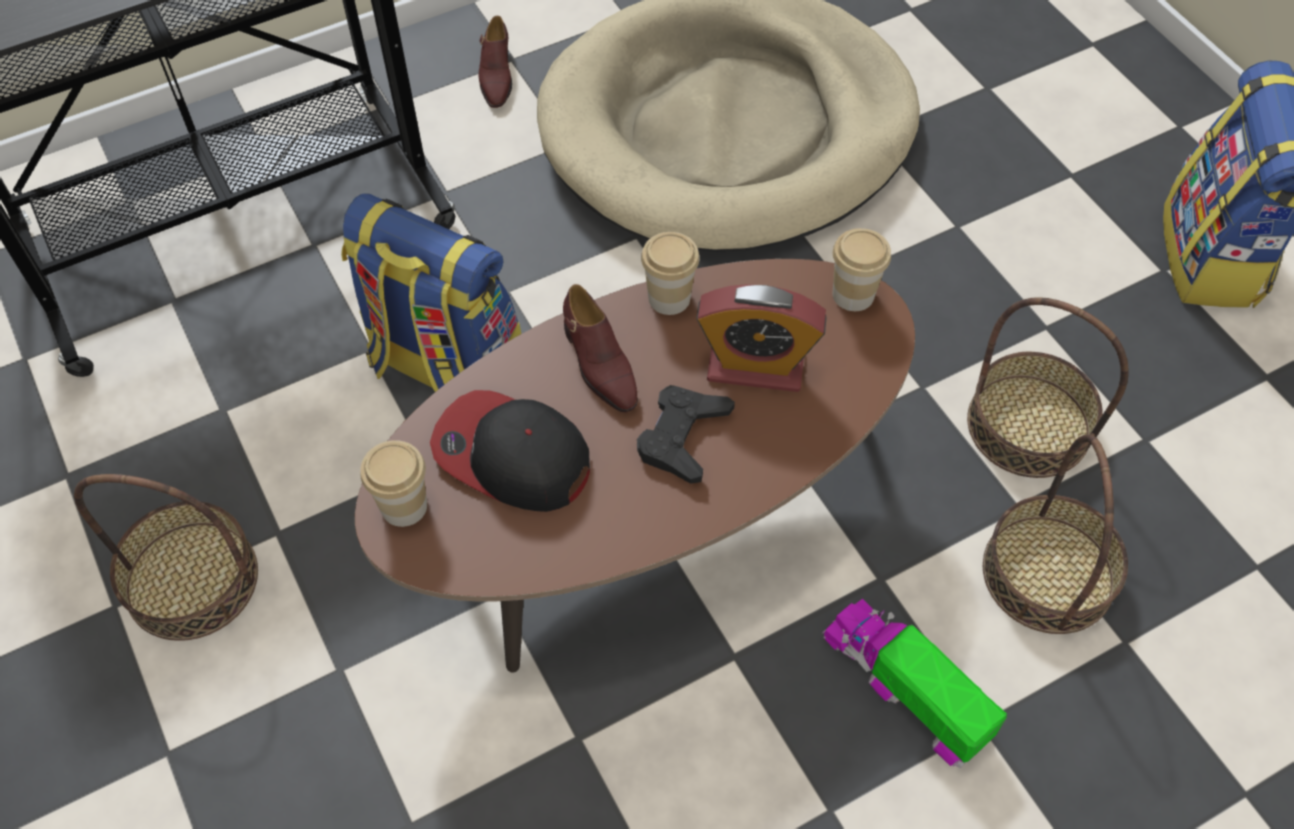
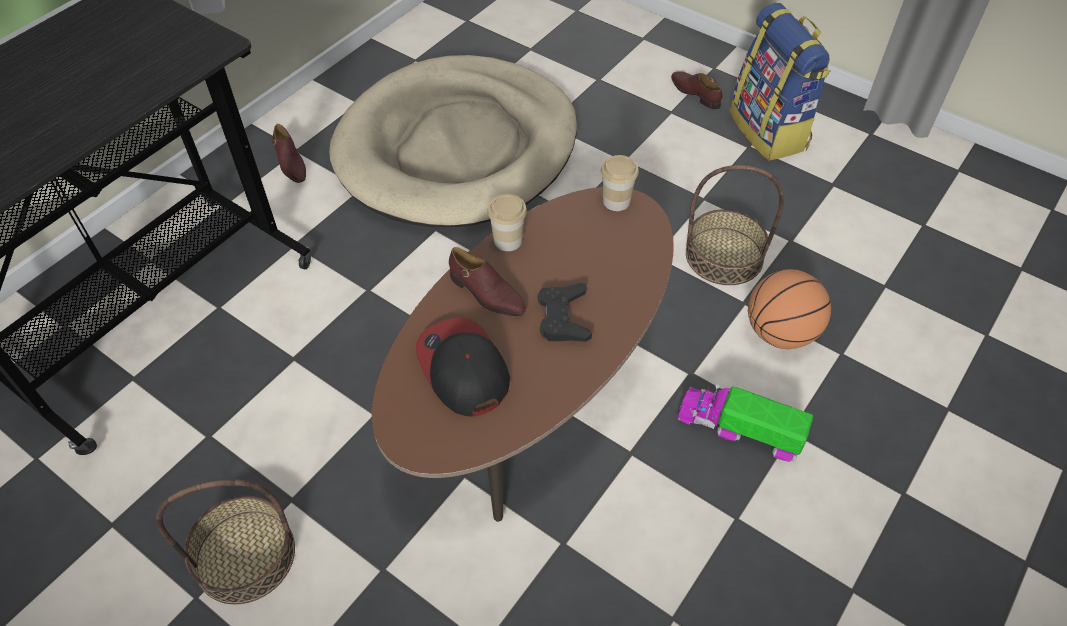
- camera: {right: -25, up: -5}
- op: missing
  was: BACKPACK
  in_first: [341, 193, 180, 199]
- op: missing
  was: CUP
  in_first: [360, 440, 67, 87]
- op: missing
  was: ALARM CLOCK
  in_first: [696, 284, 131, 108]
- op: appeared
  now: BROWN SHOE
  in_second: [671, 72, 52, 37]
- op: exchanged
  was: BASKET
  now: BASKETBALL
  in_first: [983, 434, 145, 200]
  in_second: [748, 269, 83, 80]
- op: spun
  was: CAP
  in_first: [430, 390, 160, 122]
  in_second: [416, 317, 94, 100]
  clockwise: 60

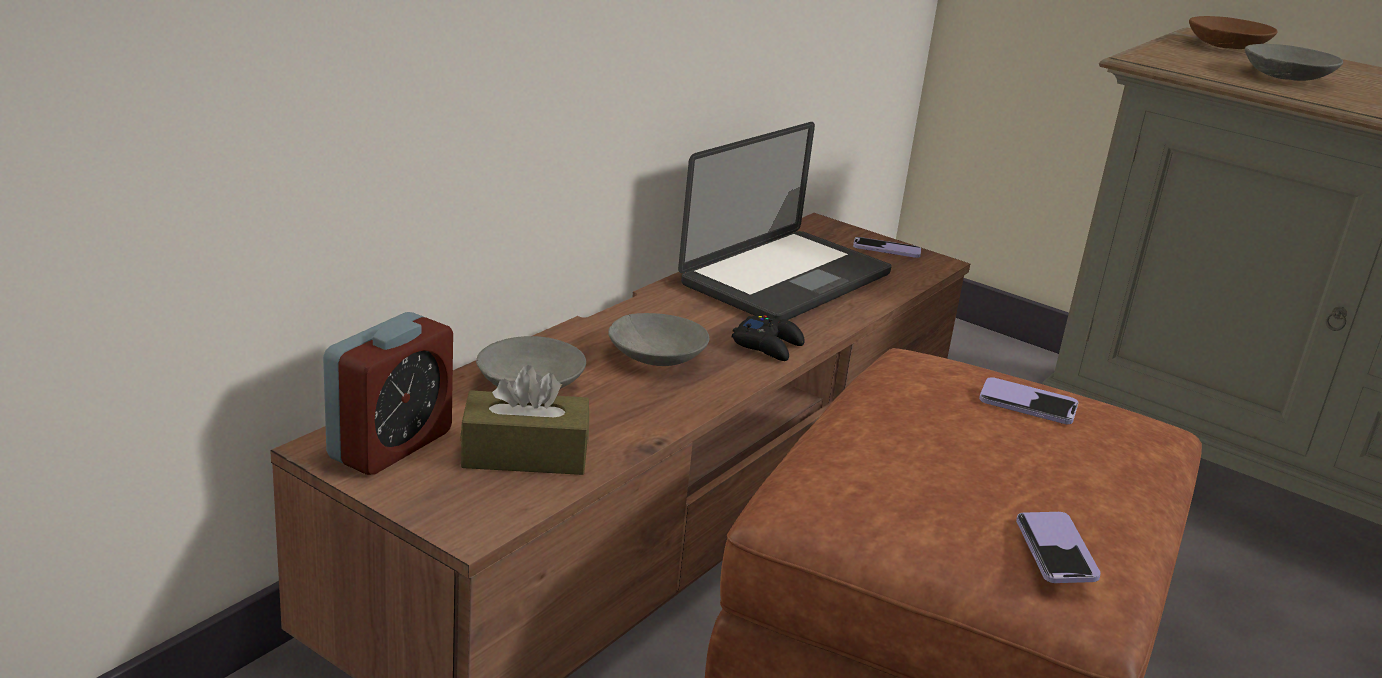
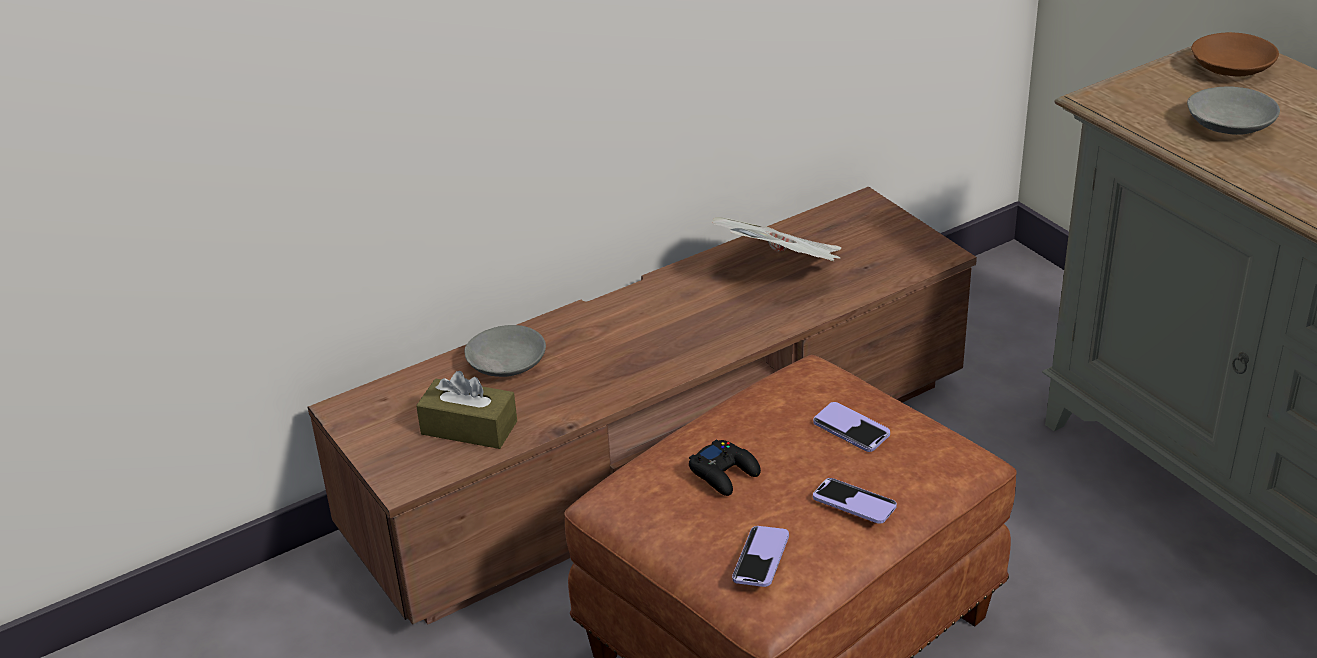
- camera: {right: 25, up: 10}
- op: missing
  was: ALARM CLOCK
  in_first: [323, 312, 130, 163]
- op: missing
  was: GREY BOWL
  in_first: [608, 313, 101, 53]
- op: relocated
  was: BLACK GAME CONTROLLER
  in_first: [732, 315, 73, 46]
  in_second: [689, 439, 72, 57]
- op: relocated
  was: PHONE
  in_first: [853, 237, 68, 21]
  in_second: [813, 478, 84, 46]
- op: exchanged
  was: LAPTOP
  now: NEWSPAPER
  in_first: [678, 122, 214, 198]
  in_second: [712, 217, 129, 44]

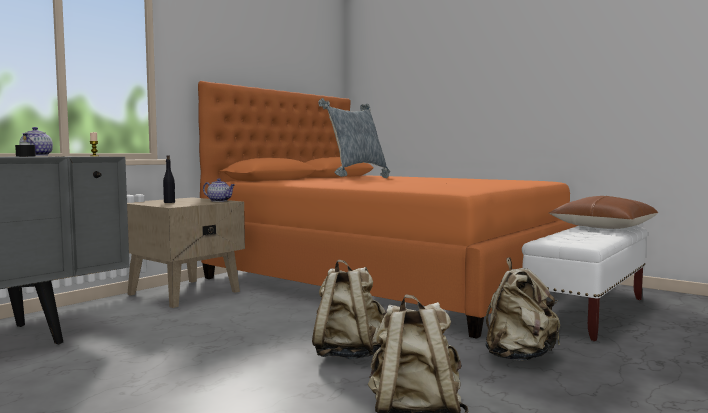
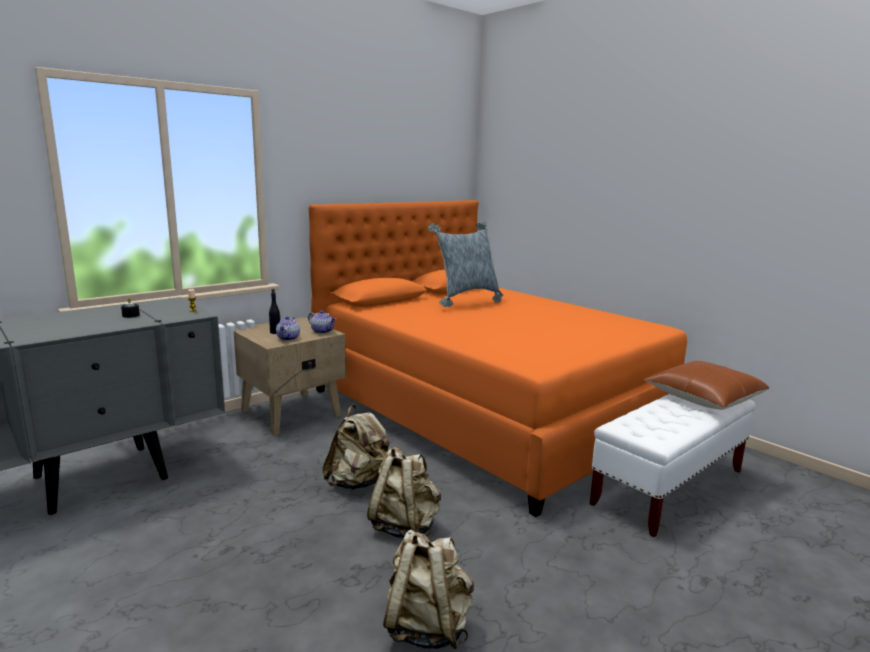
- camera: {right: 10, up: 10}
- op: relocated
  was: TEAPOT
  in_first: [19, 127, 34, 29]
  in_second: [276, 316, 24, 25]
- op: relocated
  was: BEIGE BACKPACK
  in_first: [486, 257, 74, 104]
  in_second: [322, 405, 69, 84]

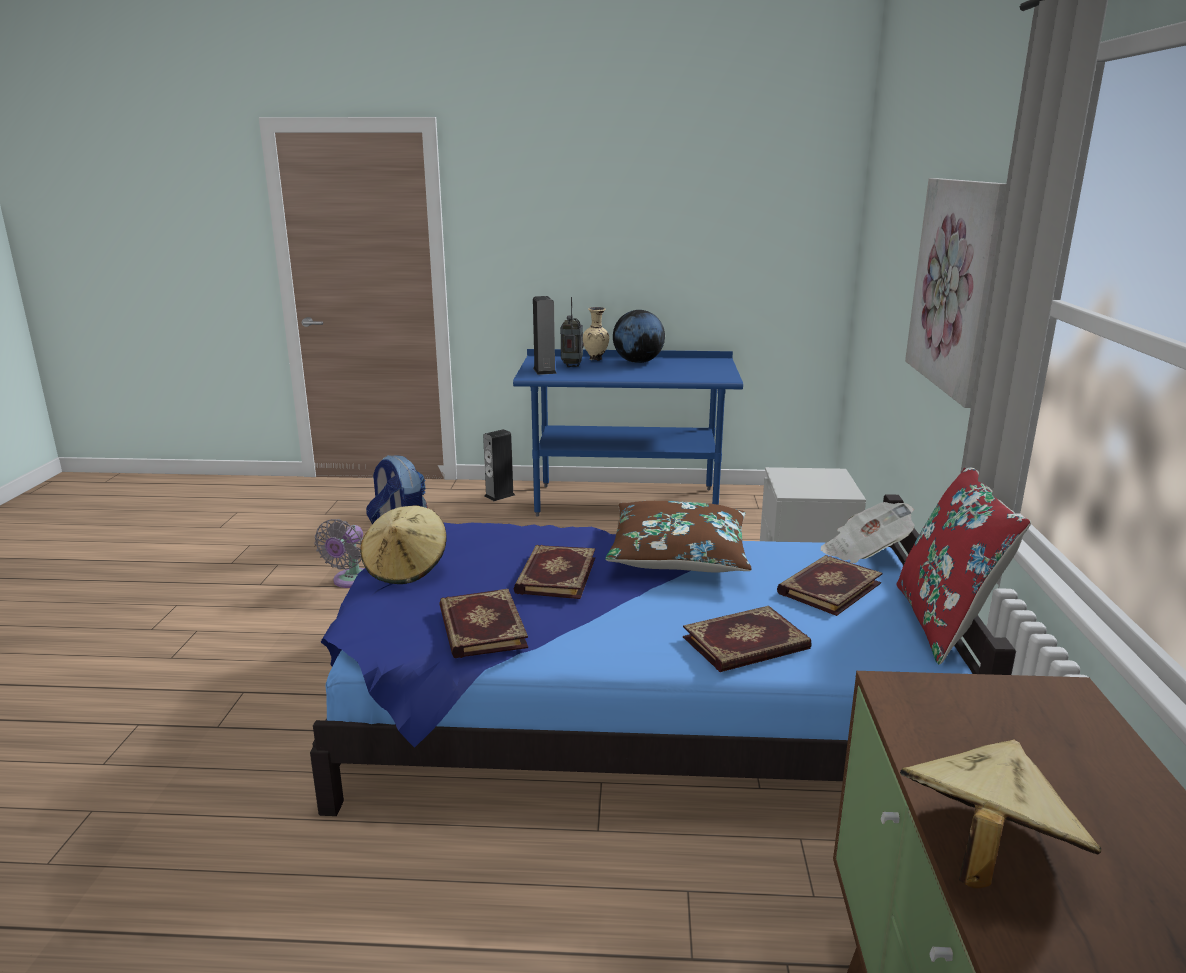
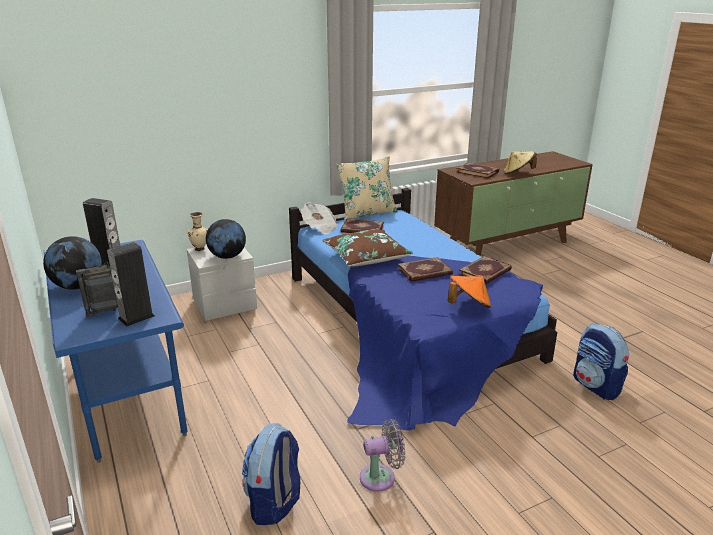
- camera: {right: -120, up: 5}
- op: missing
  was: PICTURE
  in_first: [905, 178, 101, 230]
- op: appeared
  now: GLOBE
  in_second: [206, 219, 40, 40]
- op: appeared
  now: BACKPACK
  in_second: [573, 324, 56, 76]
- op: relocated
  was: SPEAKER
  in_first: [483, 429, 32, 72]
  in_second: [83, 198, 37, 68]
- op: relocated
  was: BEIGE VASE
  in_first: [583, 307, 26, 54]
  in_second: [188, 212, 20, 39]
- op: relocated
  was: BOOK
  in_first: [683, 606, 129, 66]
  in_second: [456, 163, 43, 15]
- op: colour
  was: BEIGE HAT
  now: ORANGE HAT
  in_first: [361, 505, 86, 79]
  in_second: [448, 276, 44, 32]
- op: colour
  was: RED PILLOW
  now: BEIGE PILLOW
  in_first: [896, 467, 135, 198]
  in_second: [336, 156, 62, 65]

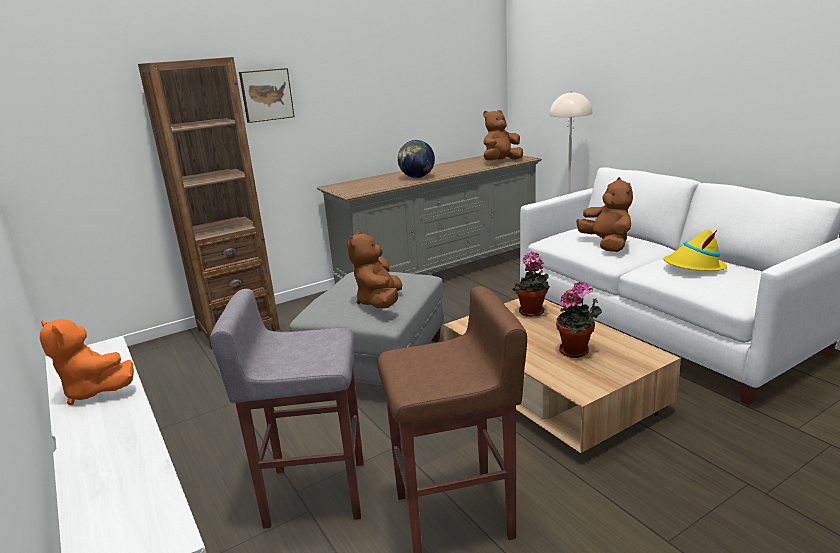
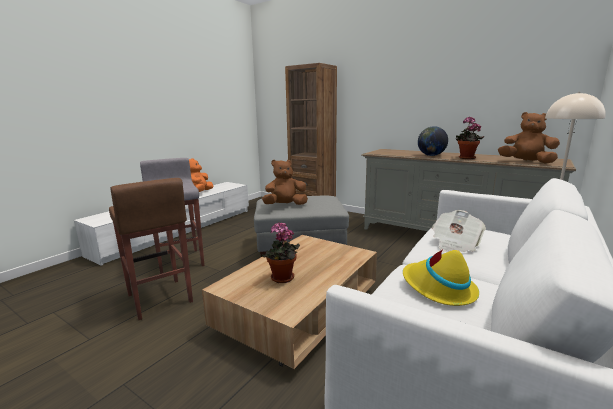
- camera: {right: 65, up: -5}
- op: missing
  was: PICTURE
  in_first: [239, 68, 56, 55]
- op: relocated
  was: POTTED PLANT
  in_first: [512, 252, 38, 65]
  in_second: [456, 117, 28, 42]
- op: exchanged
  was: BROWN PLUSH TOY
  now: NEWSPAPER
  in_first: [576, 177, 57, 75]
  in_second: [432, 210, 54, 42]

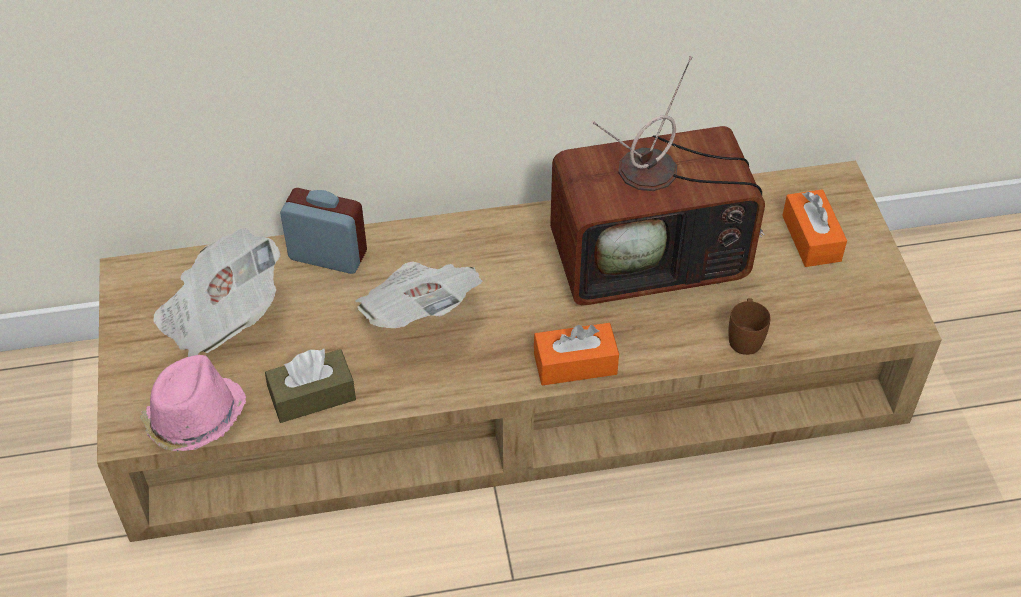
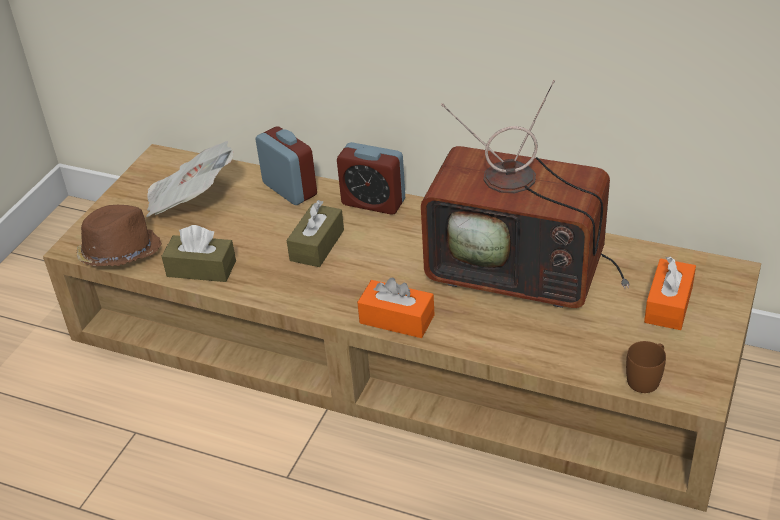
- camera: {right: 35, up: -10}
- op: appeared
  now: ALARM CLOCK
  in_second: [337, 142, 68, 73]
- op: relocated
  was: BROWN MUG
  in_first: [729, 298, 42, 57]
  in_second: [626, 341, 40, 52]
- op: exchanged
  was: NEWSPAPER
  now: BROWN TISSUE BOX
  in_first: [355, 261, 127, 67]
  in_second: [287, 200, 57, 67]
- op: colour
  was: PINK HAT
  now: BROWN HAT
  in_first: [140, 355, 106, 96]
  in_second: [77, 205, 85, 61]

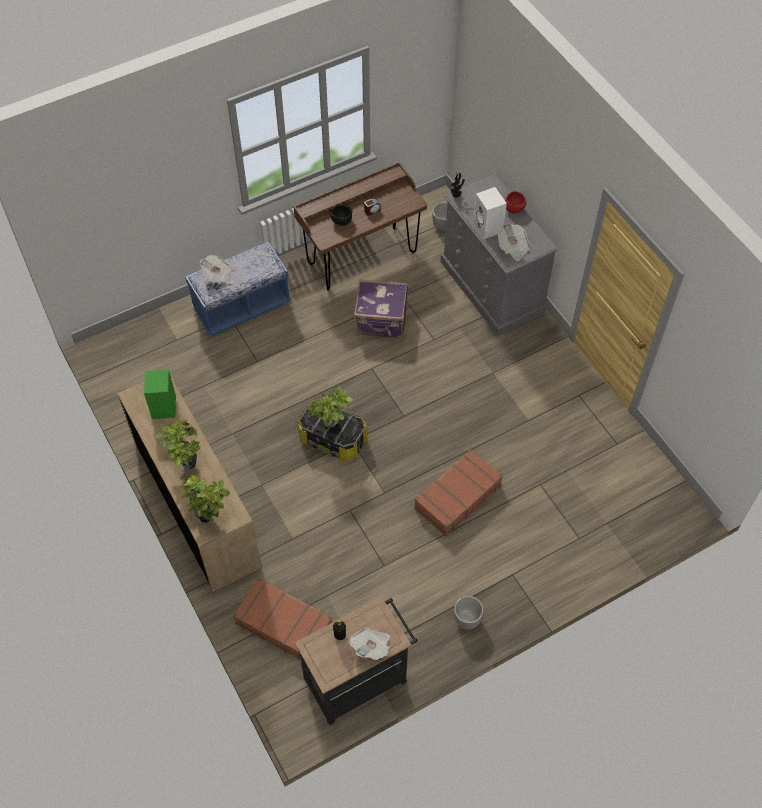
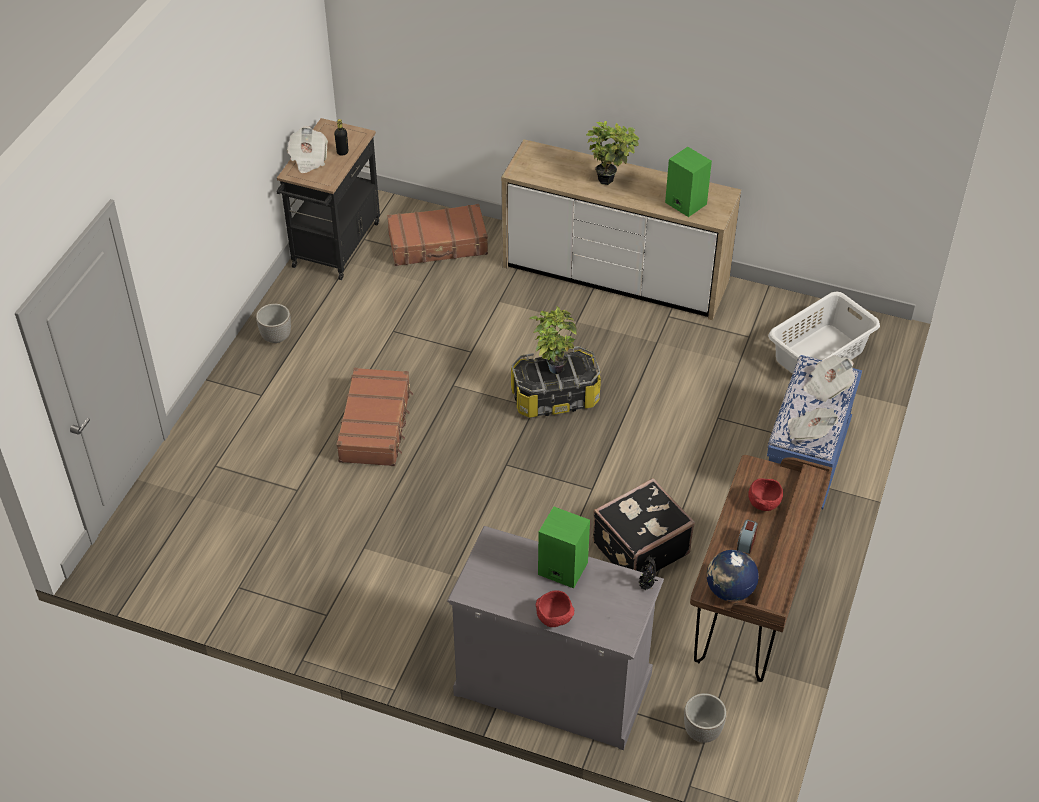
- camera: {right: 140, up: -10}
- op: missing
  was: POTTED PLANT
  in_first: [180, 475, 50, 48]
- op: appeared
  now: GLOBE
  in_second: [707, 550, 52, 52]
- op: appeared
  now: GREY LAUNDRY BASKET
  in_second: [768, 292, 112, 82]
- op: relocated
  was: NEWSPAPER
  in_first: [498, 223, 32, 38]
  in_second: [788, 408, 50, 32]
- op: colour
  was: BLACK BOWL
  now: RED BOWL
  in_first: [330, 205, 23, 21]
  in_second: [748, 478, 35, 33]
- op: colour
  was: PURPLE SUITCASE
  now: BLACK SUITCASE
  in_first: [354, 279, 54, 60]
  in_second: [593, 478, 102, 95]
- op: colour
  was: WHITE SPEAKER
  now: GREEN SPEAKER
  in_first: [473, 187, 34, 52]
  in_second: [538, 506, 52, 82]

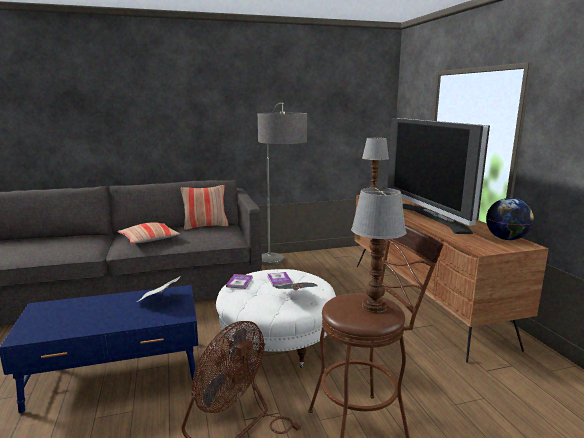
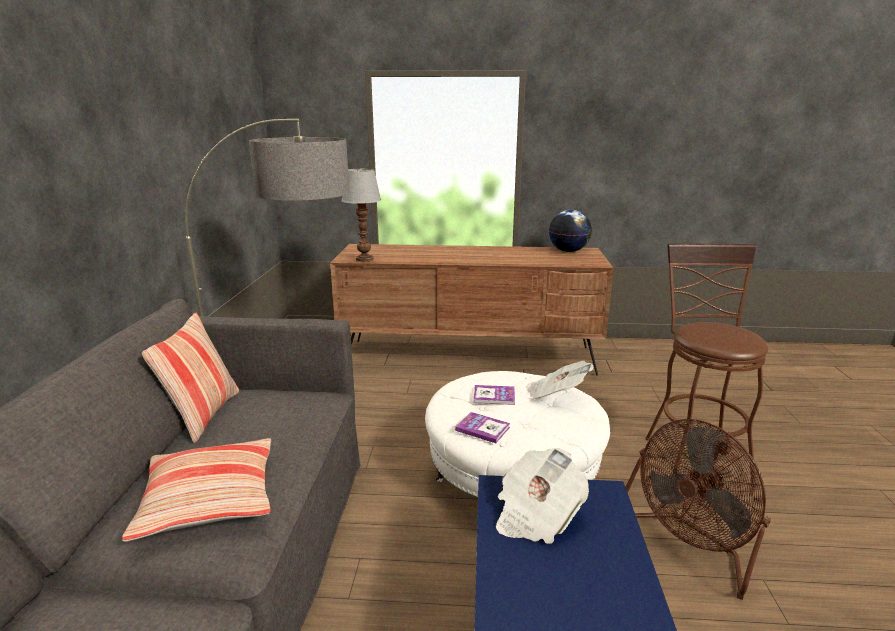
- camera: {right: -70, up: 5}
- op: missing
  was: TABLE LAMP
  in_first: [351, 187, 55, 126]
- op: missing
  was: TELEVISION
  in_first: [387, 118, 103, 116]

